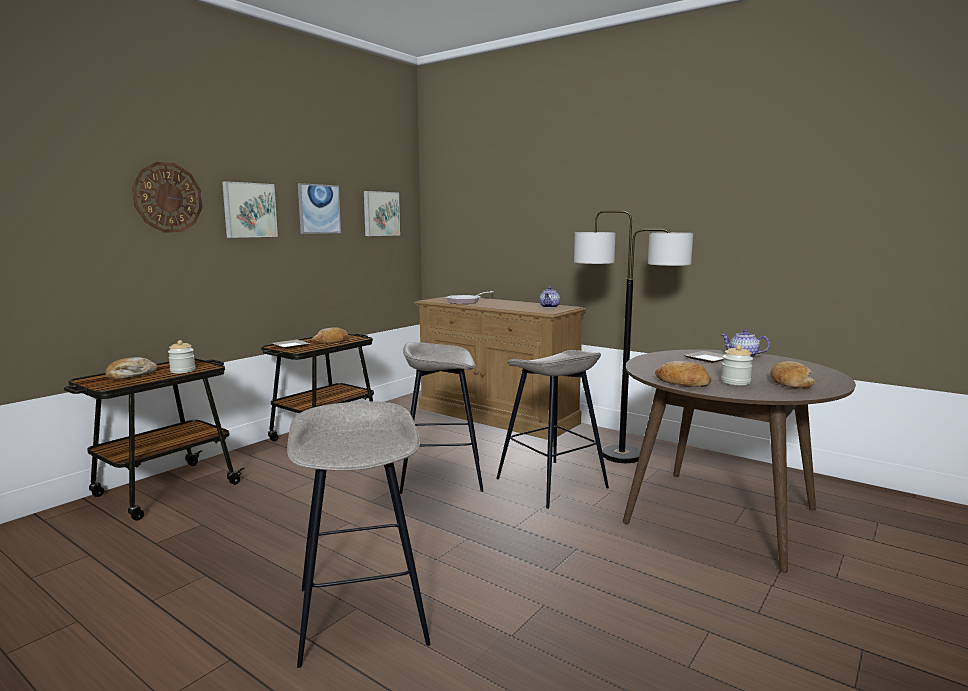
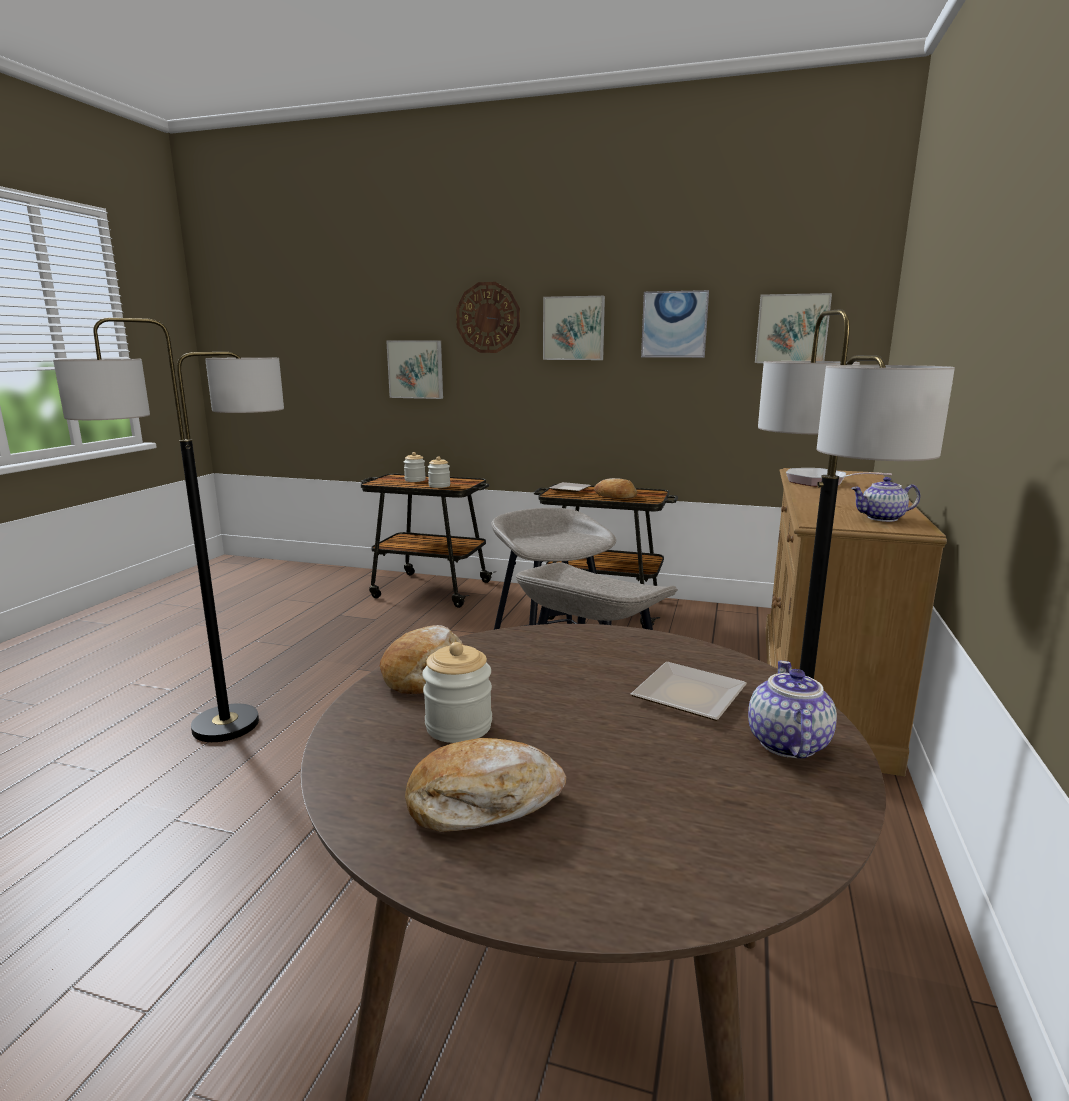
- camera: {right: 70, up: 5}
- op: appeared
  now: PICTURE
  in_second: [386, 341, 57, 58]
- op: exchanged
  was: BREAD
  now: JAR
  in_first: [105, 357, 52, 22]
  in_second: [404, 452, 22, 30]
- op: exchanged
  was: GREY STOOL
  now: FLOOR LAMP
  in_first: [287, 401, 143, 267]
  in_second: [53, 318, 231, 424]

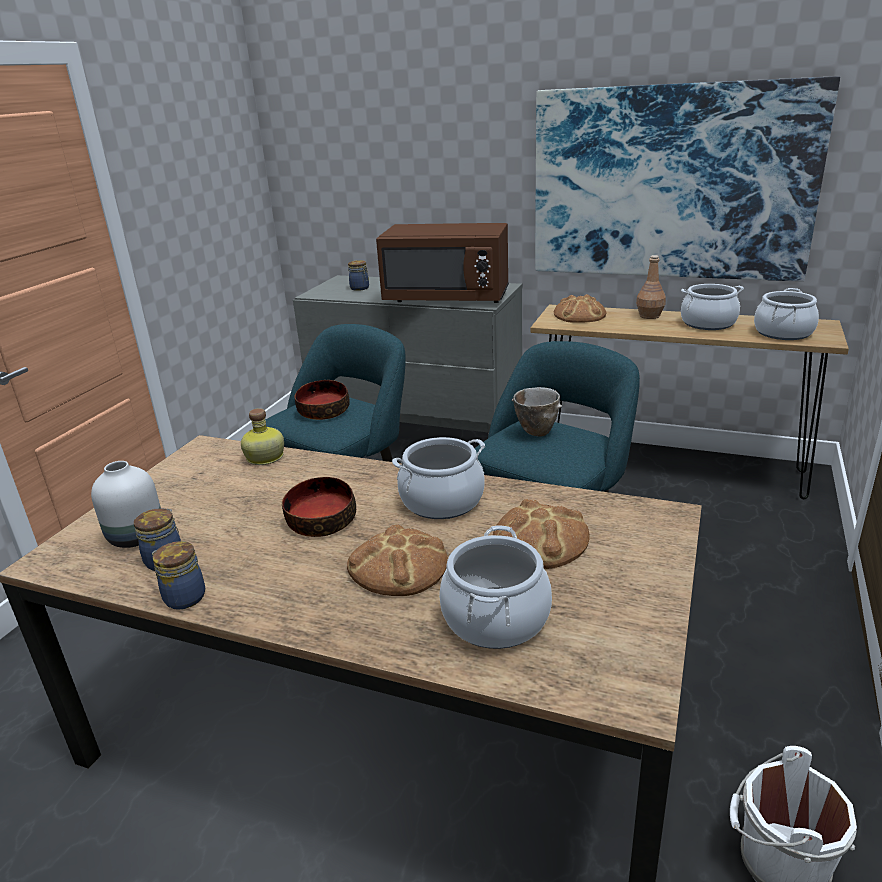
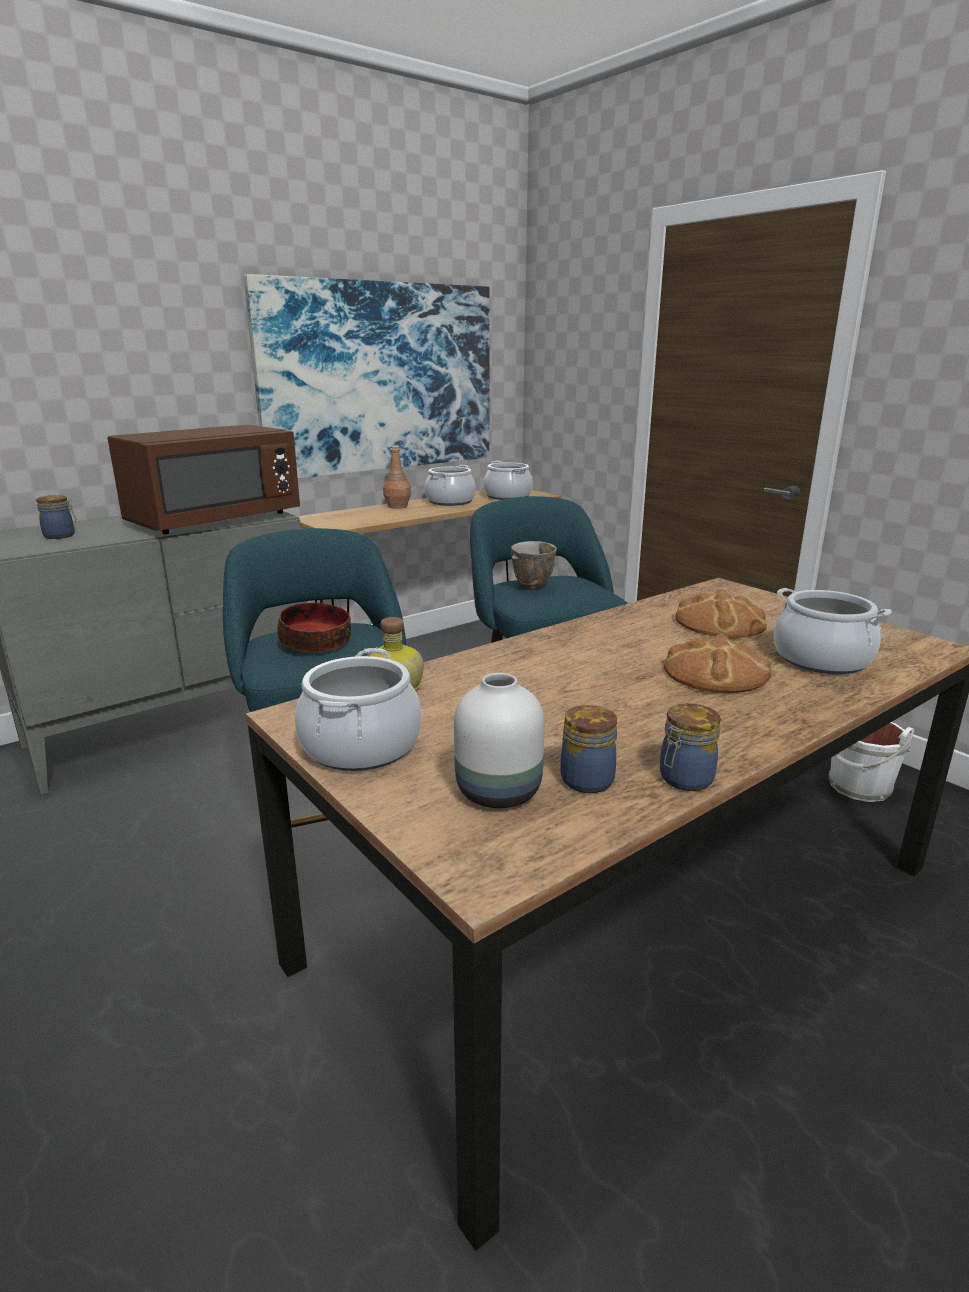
- camera: {right: -60, up: -5}
- op: missing
  was: BOWL
  in_first: [282, 477, 74, 60]
- op: missing
  was: BREAD
  in_first: [554, 294, 53, 29]
- op: relocated
  was: COOKING POT
  in_first: [392, 437, 93, 82]
  in_second: [295, 648, 127, 123]

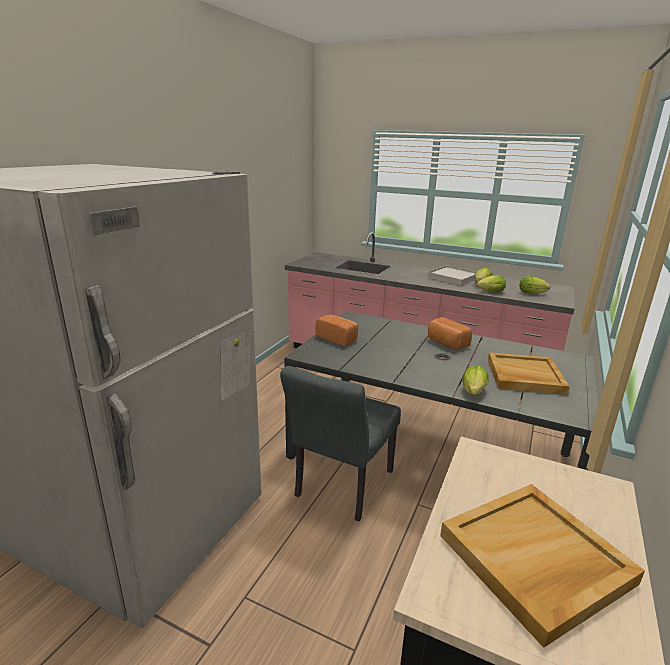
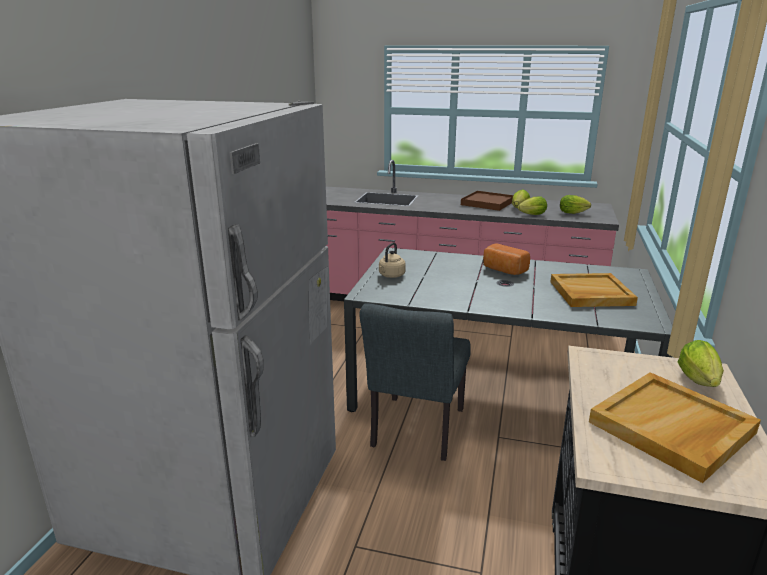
- camera: {right: -10, up: 0}
- op: relocated
  was: LETTUCE
  in_first: [463, 365, 26, 30]
  in_second: [678, 340, 46, 47]
- op: exchanged
  was: BREAD
  now: BEIGE KETTLE
  in_first: [315, 315, 43, 31]
  in_second: [379, 243, 27, 35]
- op: colour
  was: WHITE TRAY
  now: BROWN TRAY
  in_first: [427, 265, 49, 21]
  in_second: [461, 191, 52, 20]

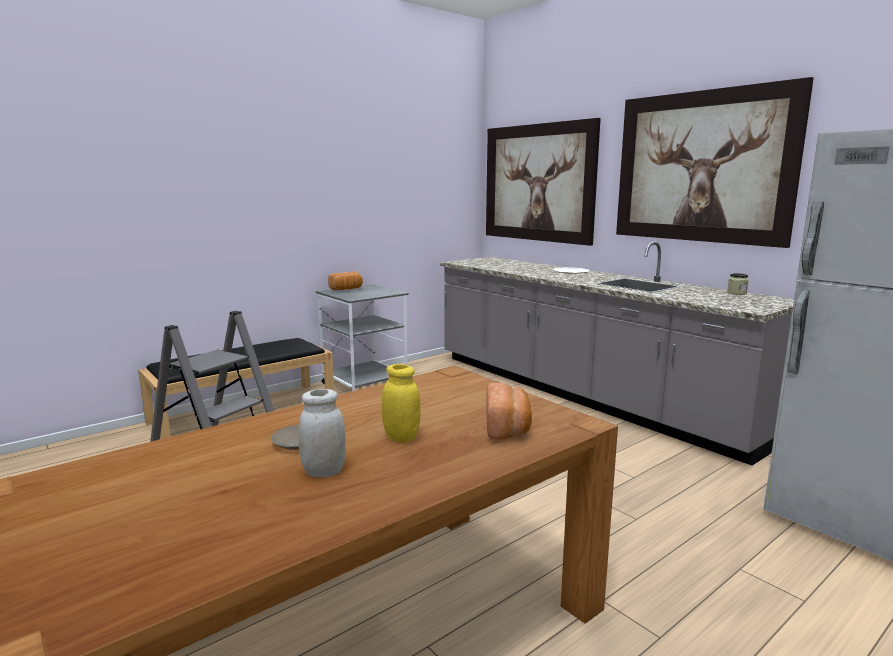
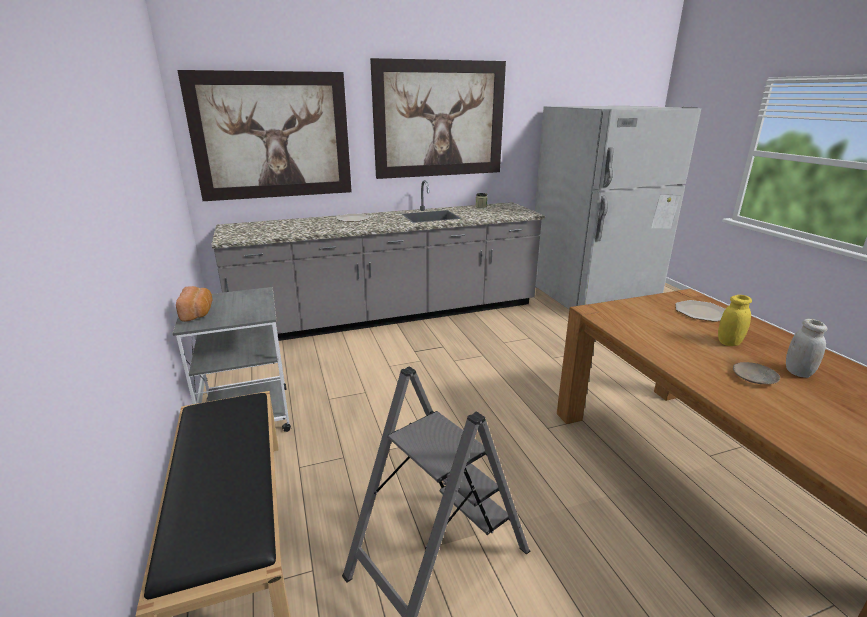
- camera: {right: -70, up: 10}
- op: exchanged
  was: BREAD
  now: PLATE
  in_first: [486, 383, 46, 57]
  in_second: [676, 300, 49, 22]

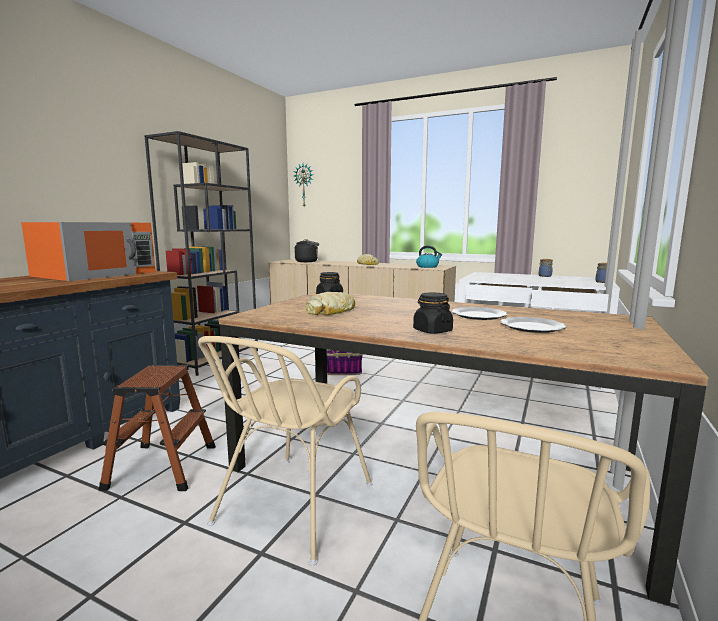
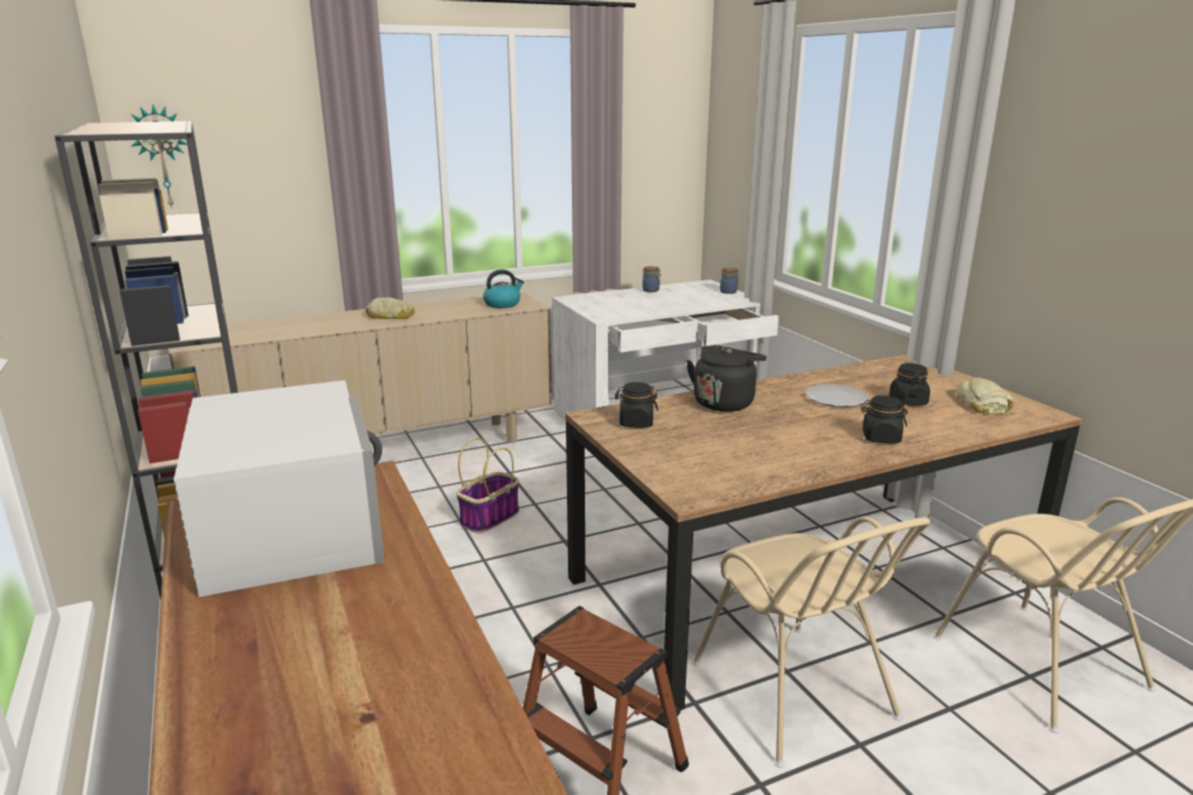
- camera: {right: -50, up: 10}
- op: relocated
  was: BLACK KETTLE
  in_first: [295, 239, 24, 23]
  in_second: [686, 345, 81, 67]
- op: relocated
  was: BREAD
  in_first: [306, 292, 50, 23]
  in_second: [956, 377, 58, 38]
- op: exchanged
  was: PLATE
  now: BLACK JAR
  in_first: [501, 317, 65, 16]
  in_second: [889, 363, 41, 43]
- op: colour
  was: ORANGE MICROWAVE
  now: WHITE MICROWAVE
  in_first: [21, 222, 134, 59]
  in_second: [174, 380, 211, 217]

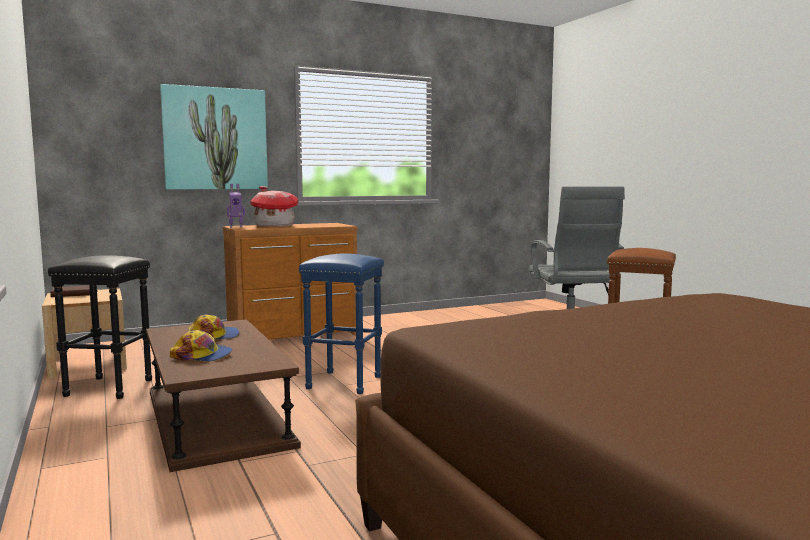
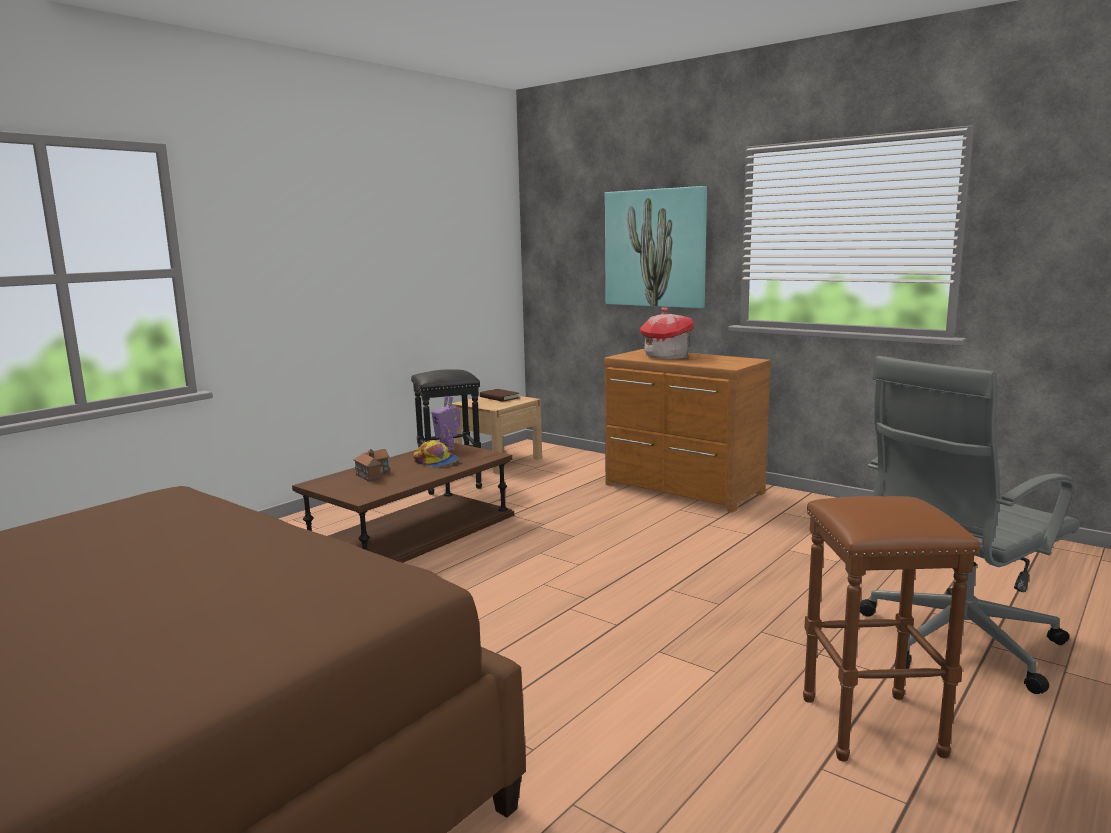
- camera: {right: 65, up: 5}
- op: missing
  was: BLUE STOOL
  in_first: [299, 253, 85, 141]
- op: relocated
  was: TOY ROBOT
  in_first: [227, 184, 18, 43]
  in_second: [431, 396, 29, 55]
- op: exchanged
  was: CAP
  now: TOY HOUSE
  in_first: [170, 330, 62, 31]
  in_second: [353, 449, 36, 33]

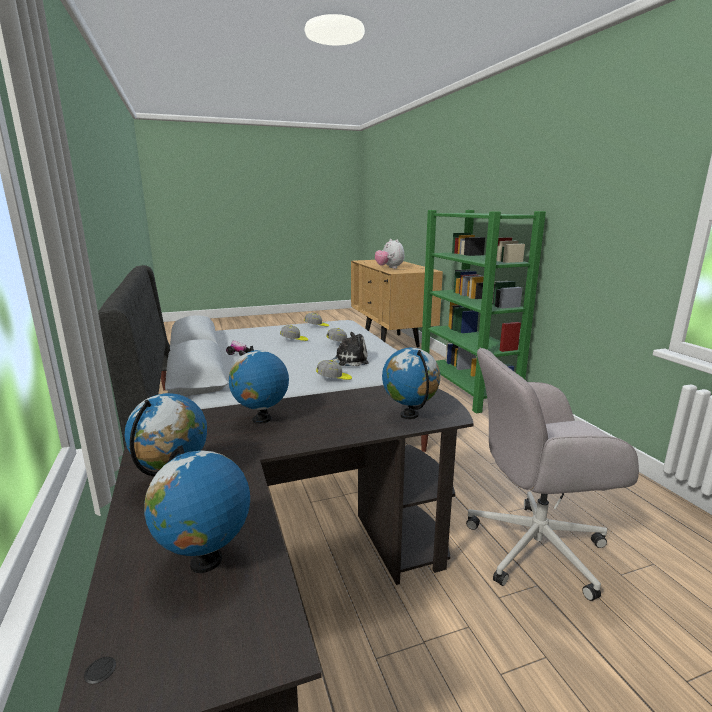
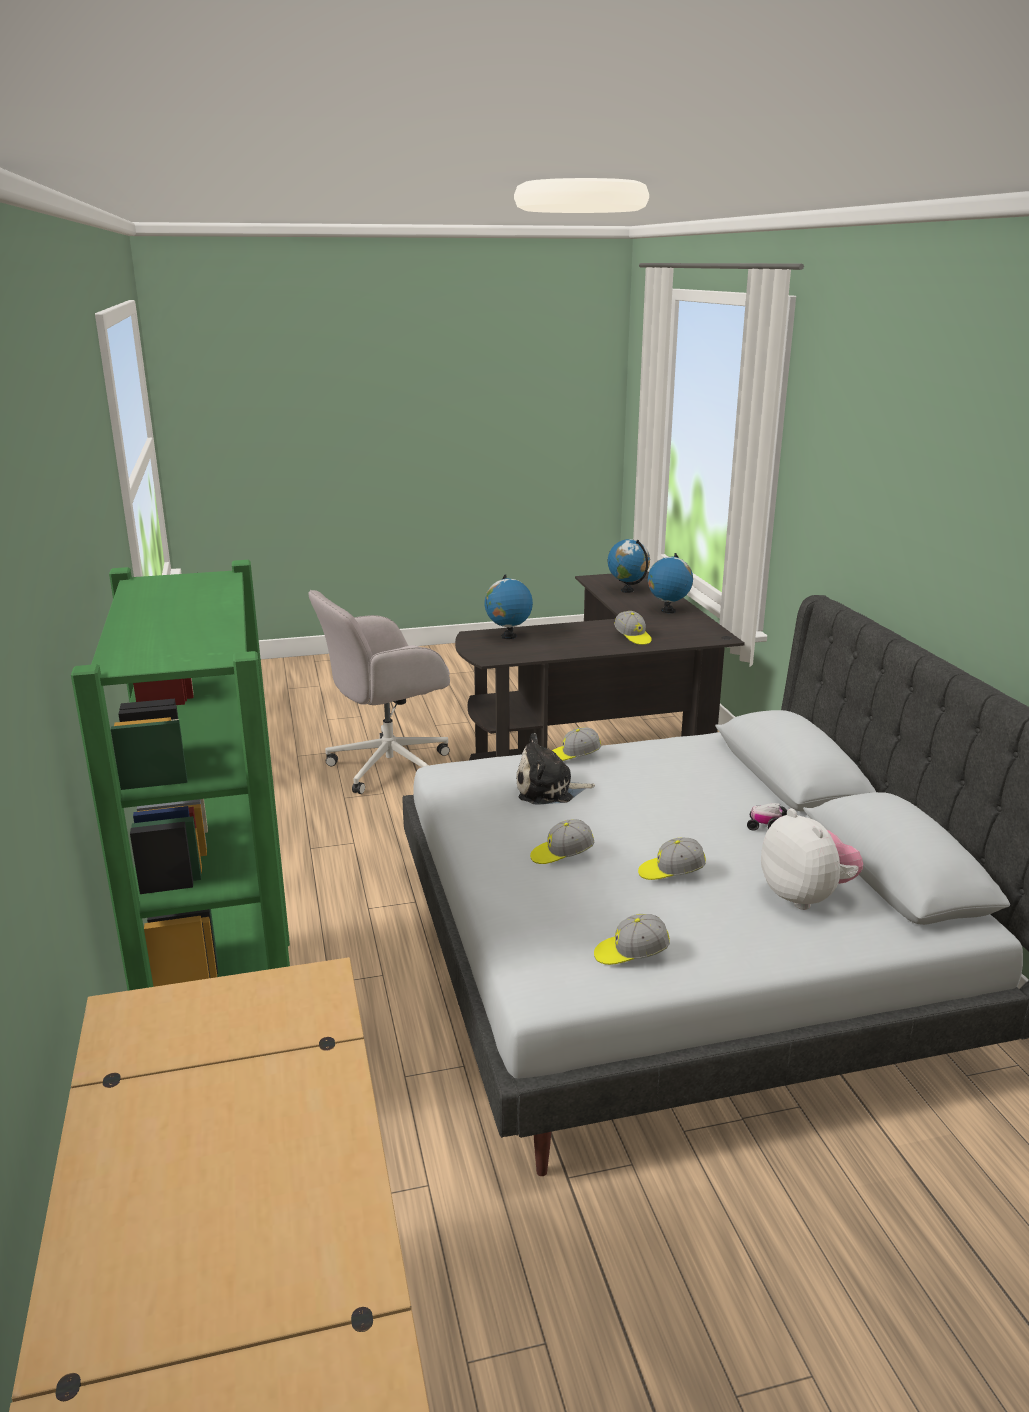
- camera: {right: -175, up: 5}
- op: relocated
  was: PLUSH TOY
  in_first: [375, 239, 29, 30]
  in_second: [761, 808, 102, 102]
- op: exchanged
  was: GLOBE
  now: CAP
  in_first: [228, 346, 61, 78]
  in_second: [614, 611, 38, 34]
- op: spun
  was: GREY OFFICE CHAIR
  in_first: [466, 348, 173, 253]
  in_second: [308, 590, 142, 204]
  clockwise: 150

